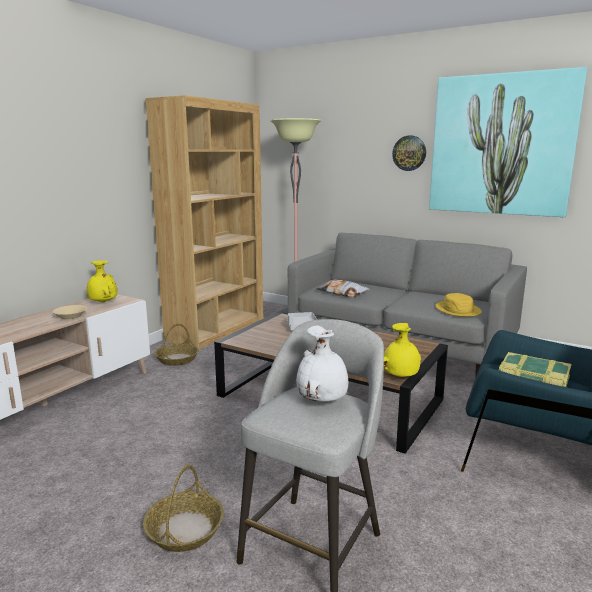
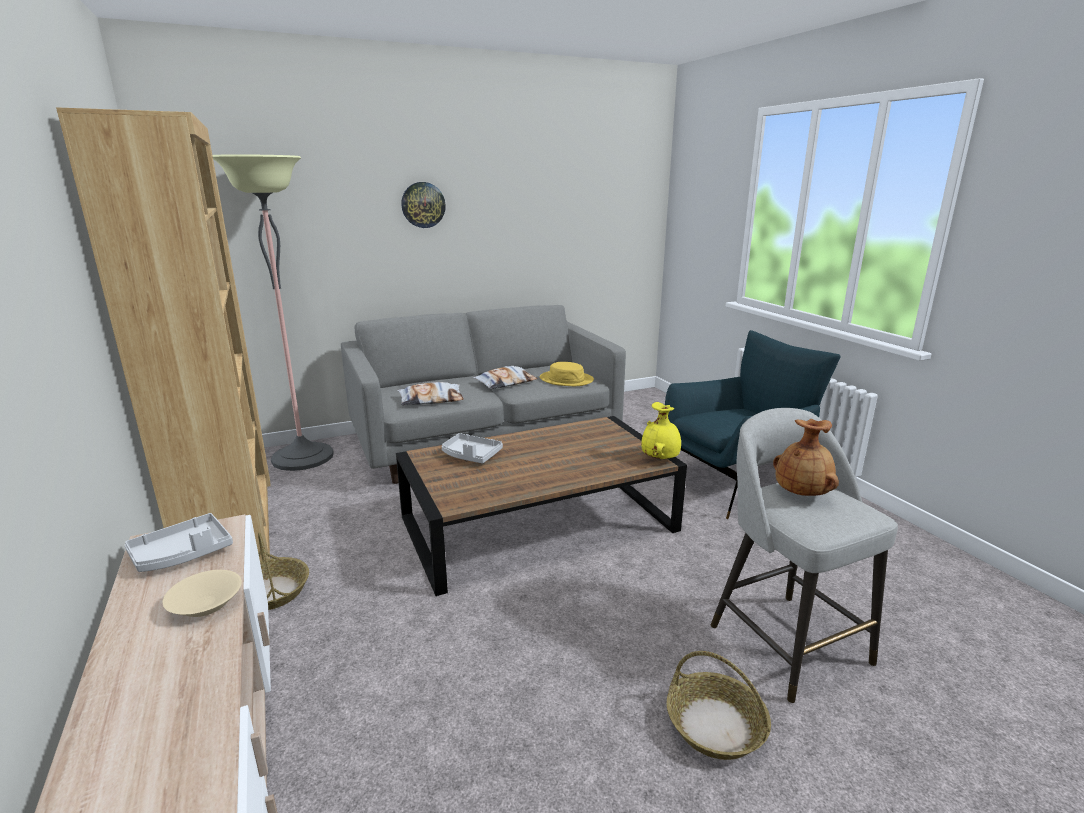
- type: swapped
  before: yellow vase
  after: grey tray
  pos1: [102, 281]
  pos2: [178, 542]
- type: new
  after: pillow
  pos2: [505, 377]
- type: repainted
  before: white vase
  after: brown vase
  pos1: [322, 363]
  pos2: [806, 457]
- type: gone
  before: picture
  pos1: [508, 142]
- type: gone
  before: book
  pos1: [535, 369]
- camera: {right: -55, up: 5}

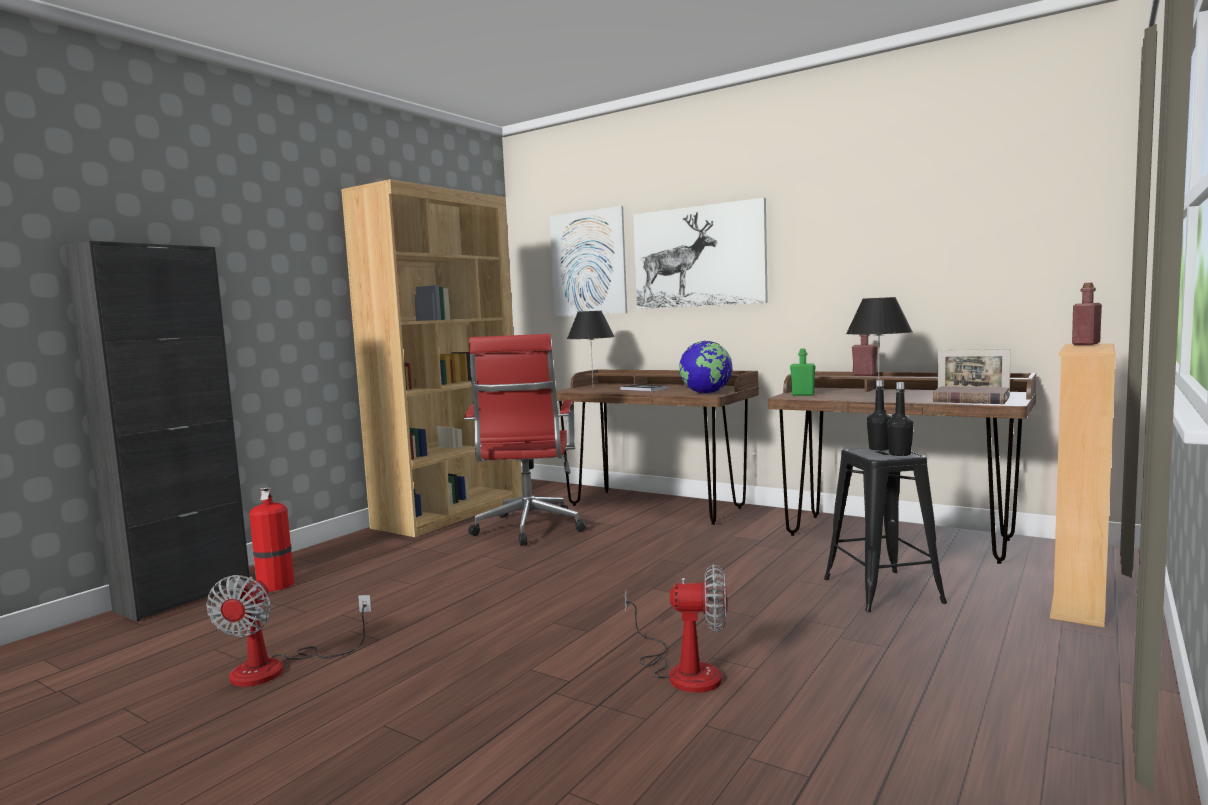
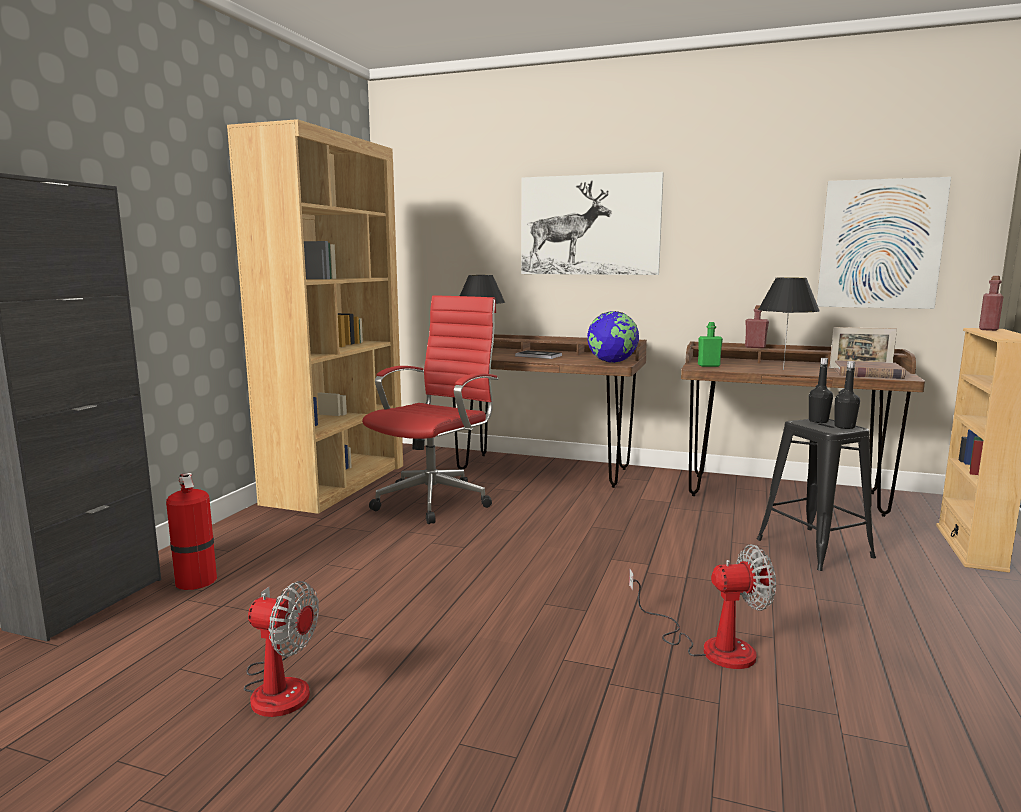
- type: rotated
  before: fan
  pos1: [289, 631]
  pos2: [281, 649]
  turn: -60
- type: rotated
  before: red office chair
  pos1: [525, 440]
  pos2: [430, 409]
  turn: -135
- type: shifted
  before: picture
  pos1: [588, 261]
  pos2: [884, 243]
- camera: {right: -15, up: 5}

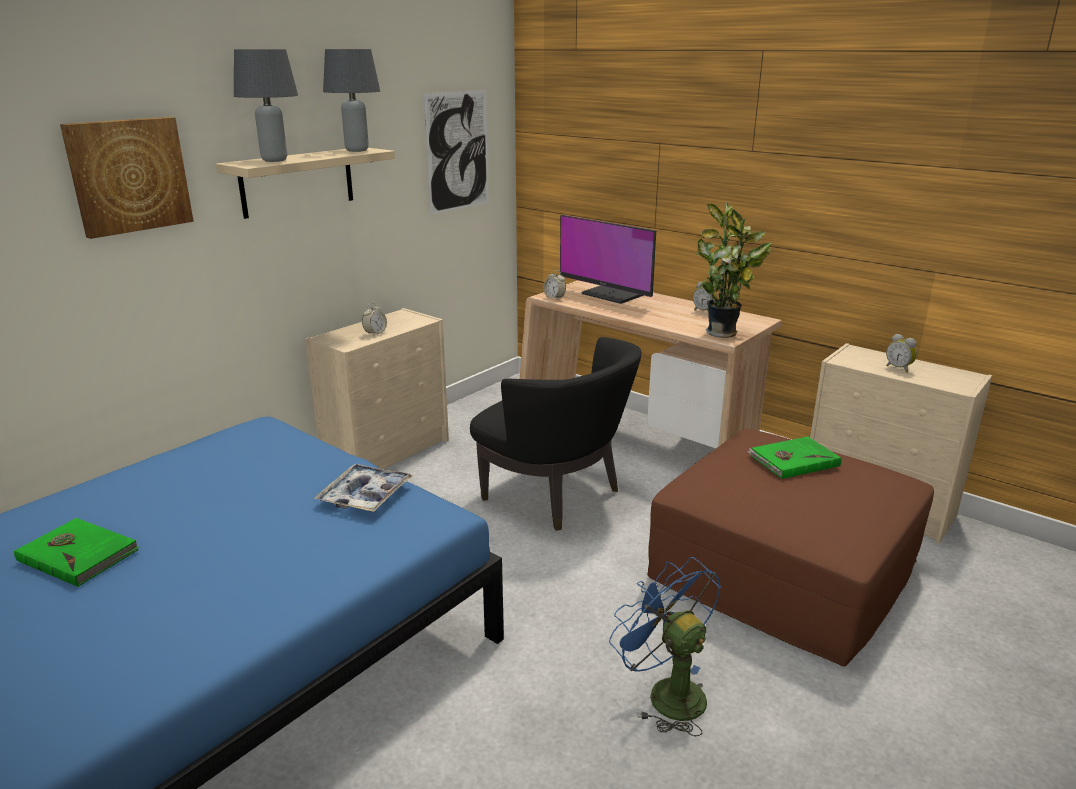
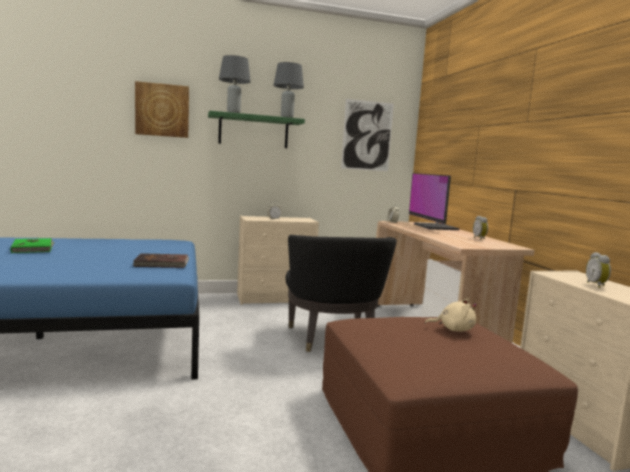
- type: swapped
  before: tray
  after: brown book
  pos1: [363, 488]
  pos2: [161, 260]
- type: repainted
  before: beige shelf
  after: green shelf
  pos1: [305, 183]
  pos2: [256, 129]
- type: swapped
  before: green book
  after: beige plush toy
  pos1: [794, 457]
  pos2: [451, 315]
- type: gone
  before: blue fan
  pos1: [665, 647]
- type: gone
  before: potted plant
  pos1: [734, 269]
- camera: {right: 35, up: -15}

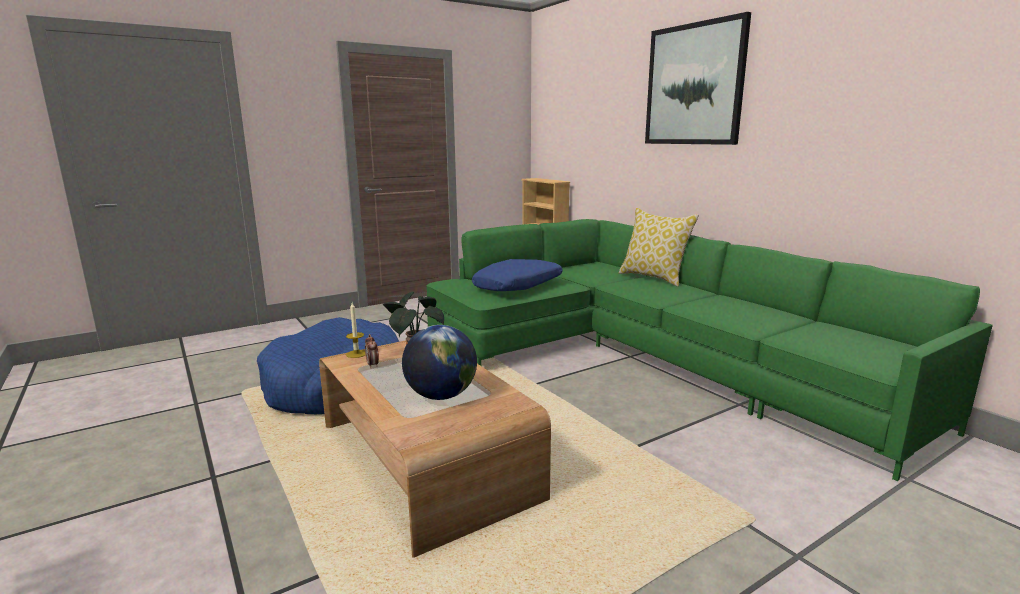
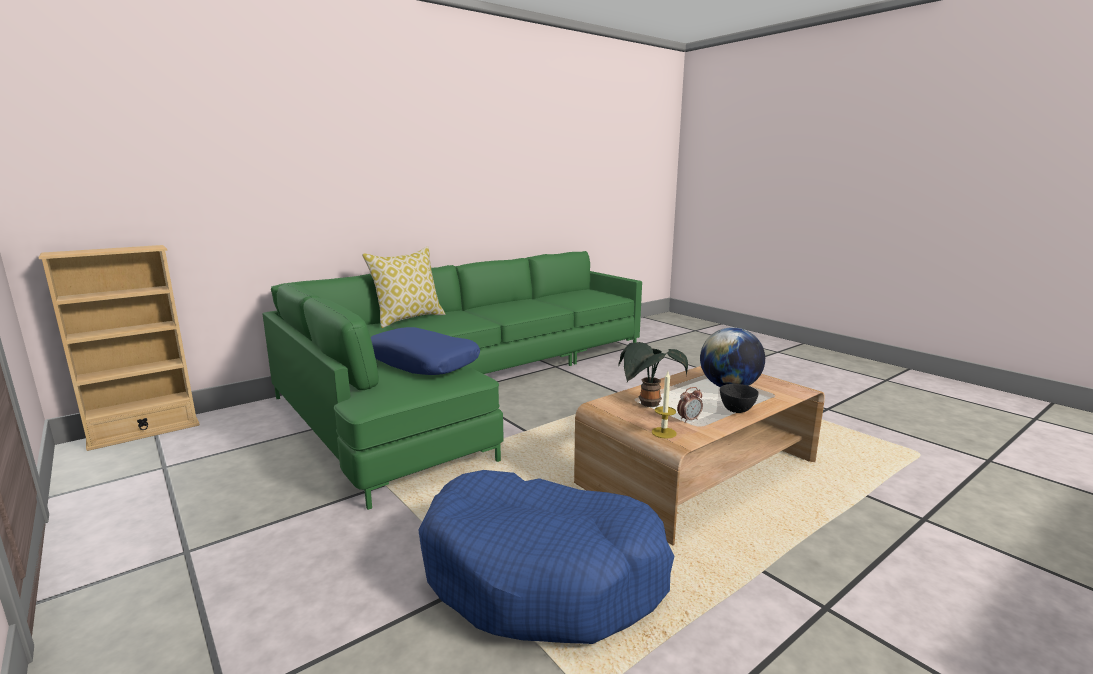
- type: new
  after: black bowl
  pos2: [739, 398]
- type: gone
  before: picture
  pos1: [698, 78]
- camera: {right: -95, up: 0}

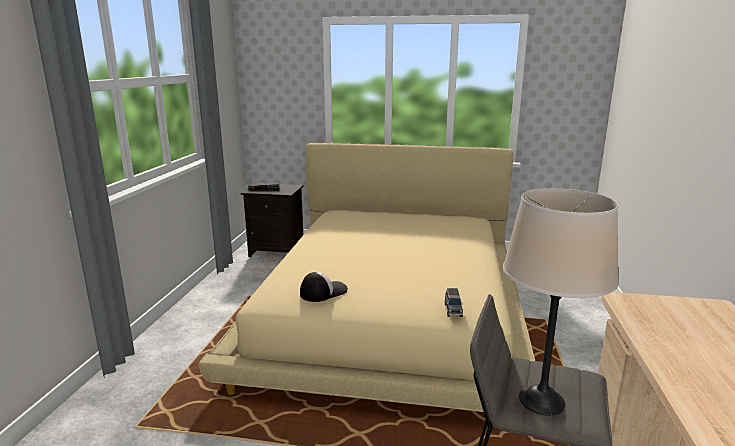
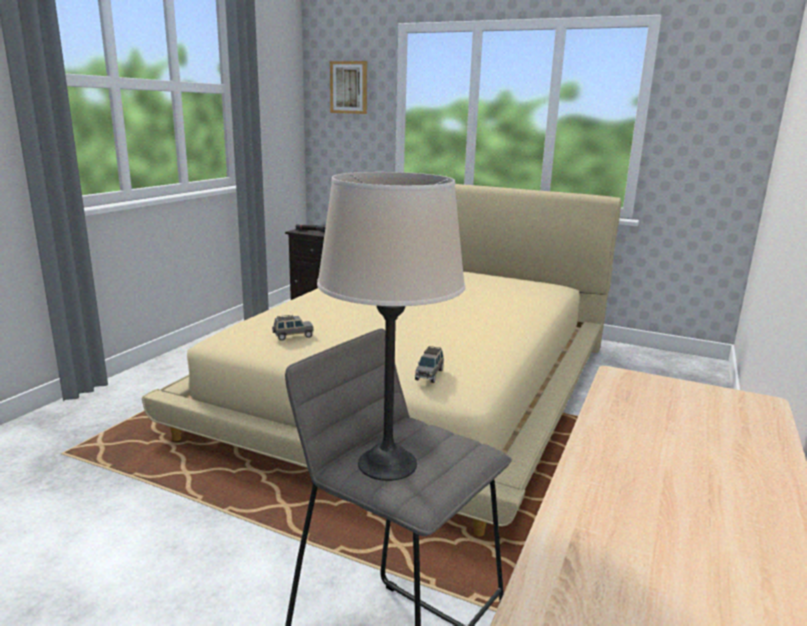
- type: swapped
  before: cap
  after: grey toy car
  pos1: [324, 287]
  pos2: [293, 328]
- type: new
  after: picture
  pos2: [348, 87]
- camera: {right: 15, up: 0}

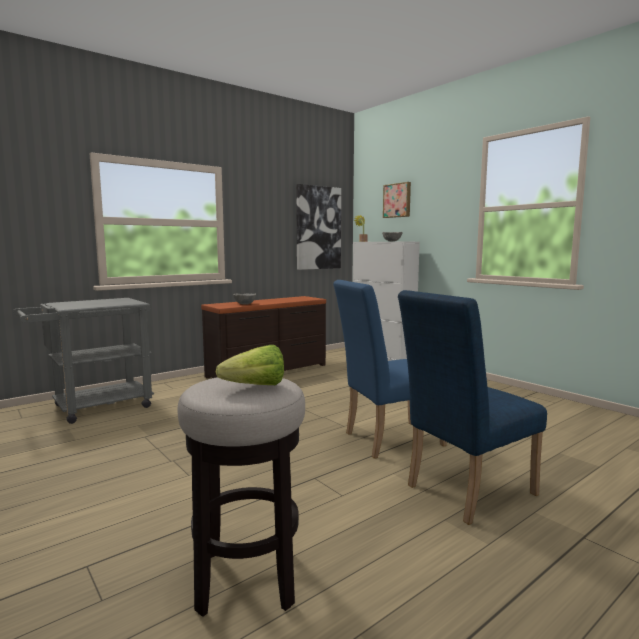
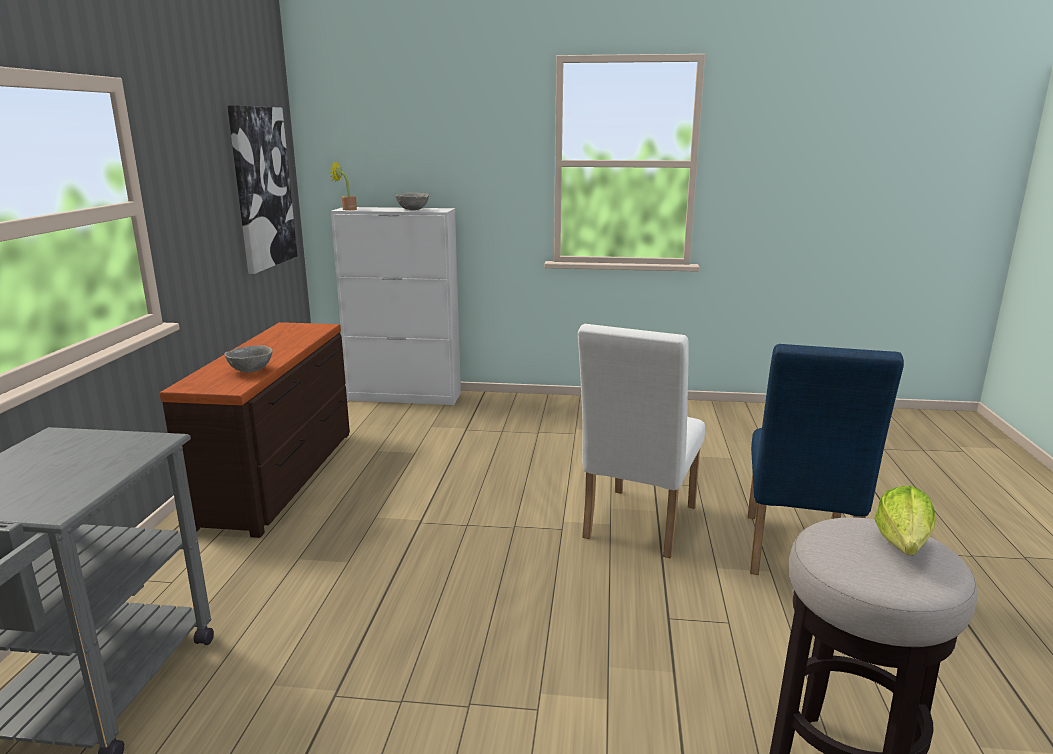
- type: repainted
  before: blue chair
  after: white chair
  pos1: [389, 369]
  pos2: [641, 441]
- type: gone
  before: picture
  pos1: [397, 200]
- camera: {right: -45, up: 10}

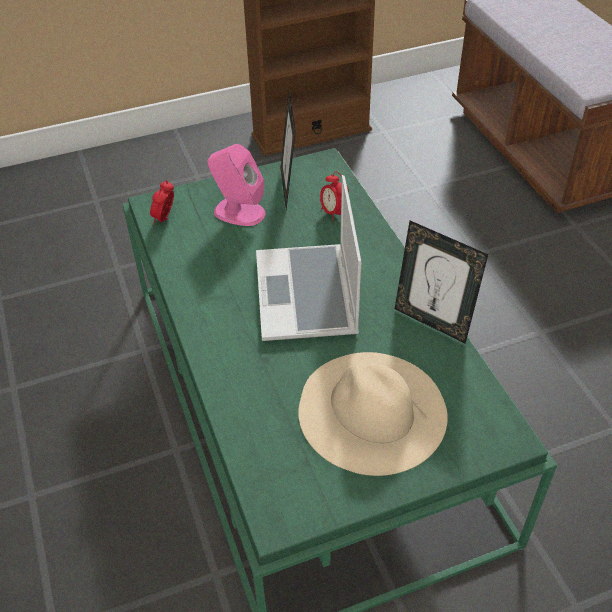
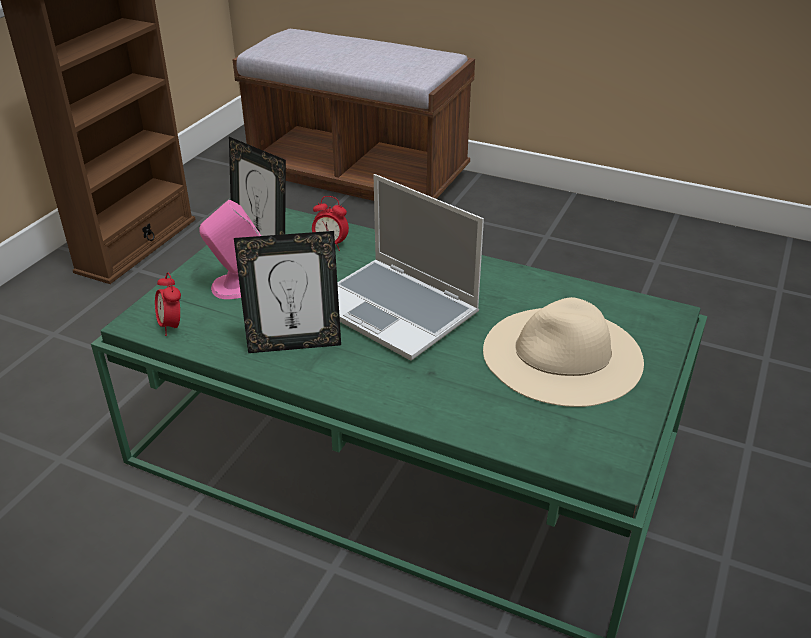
- type: shifted
  before: picture frame
  pos1: [441, 282]
  pos2: [287, 292]
- camera: {right: -45, up: -10}

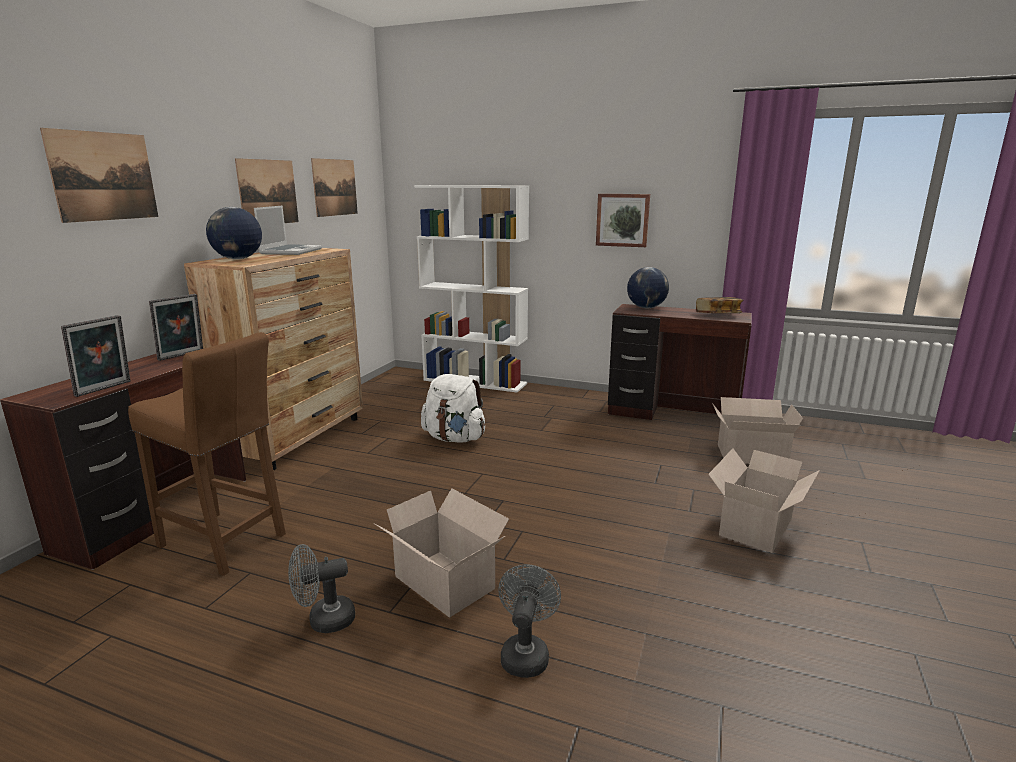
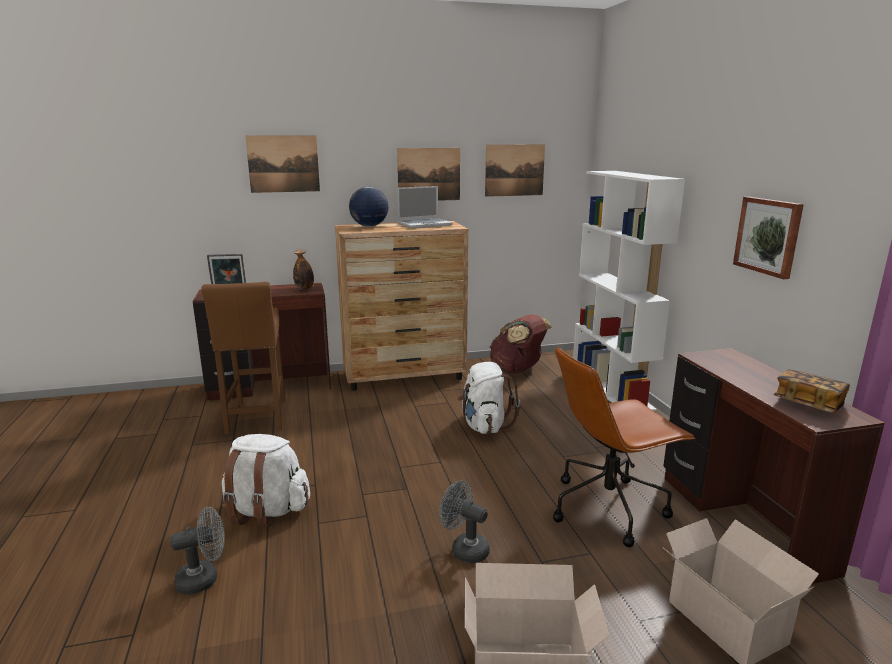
- type: swapped
  before: cardboard box
  after: white backpack
  pos1: [441, 553]
  pos2: [266, 480]
- type: swapped
  before: picture frame
  after: bottle
  pos1: [176, 327]
  pos2: [303, 270]
- type: shifted
  before: grey fan
  pos1: [321, 588]
  pos2: [464, 522]
- type: new
  after: brown backpack
  pos2: [521, 343]
- type: new
  after: brown office chair
  pos2: [624, 446]
- type: gone
  before: globe
  pos1: [648, 287]
- camera: {right: 55, up: 0}

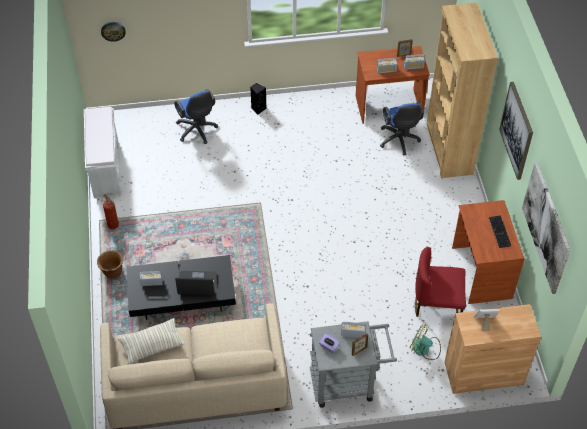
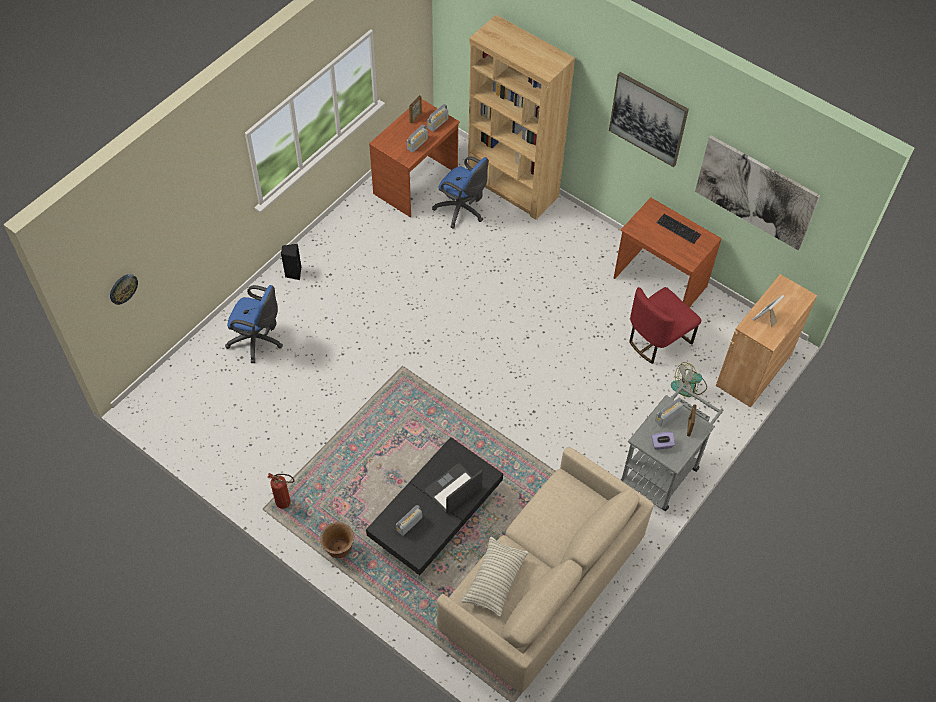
- type: gone
  before: white bench
  pos1: [102, 152]
- camera: {right: -45, up: 5}

